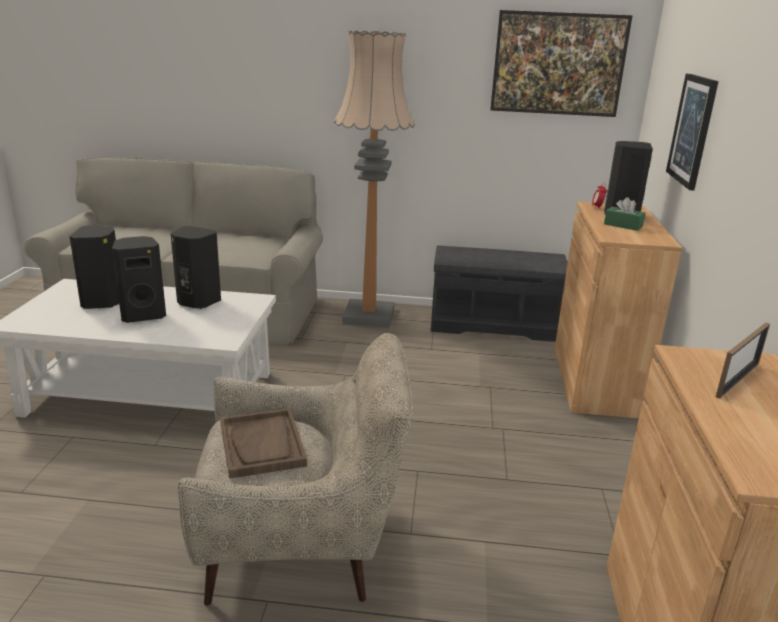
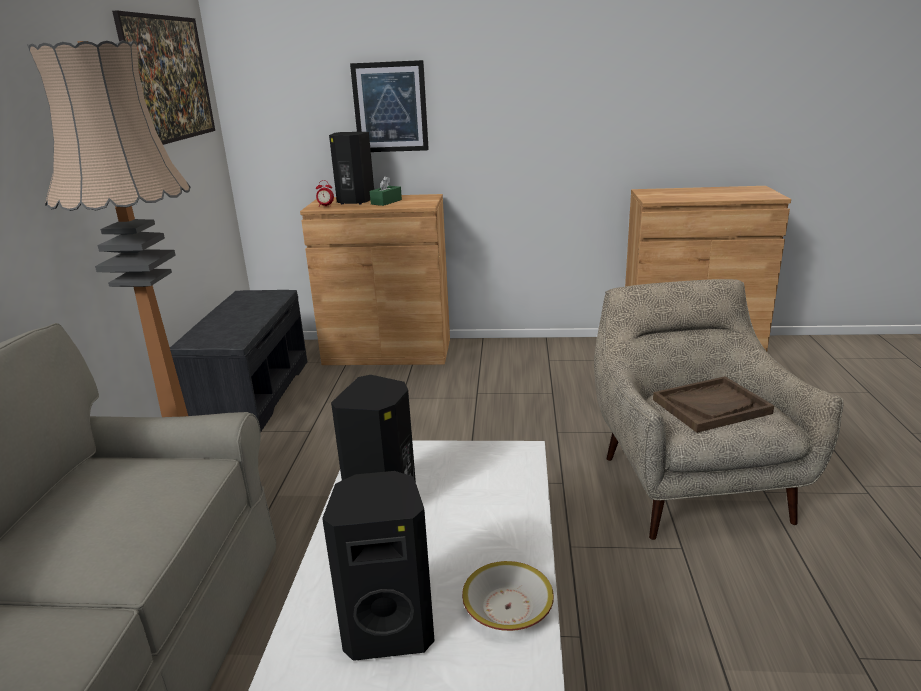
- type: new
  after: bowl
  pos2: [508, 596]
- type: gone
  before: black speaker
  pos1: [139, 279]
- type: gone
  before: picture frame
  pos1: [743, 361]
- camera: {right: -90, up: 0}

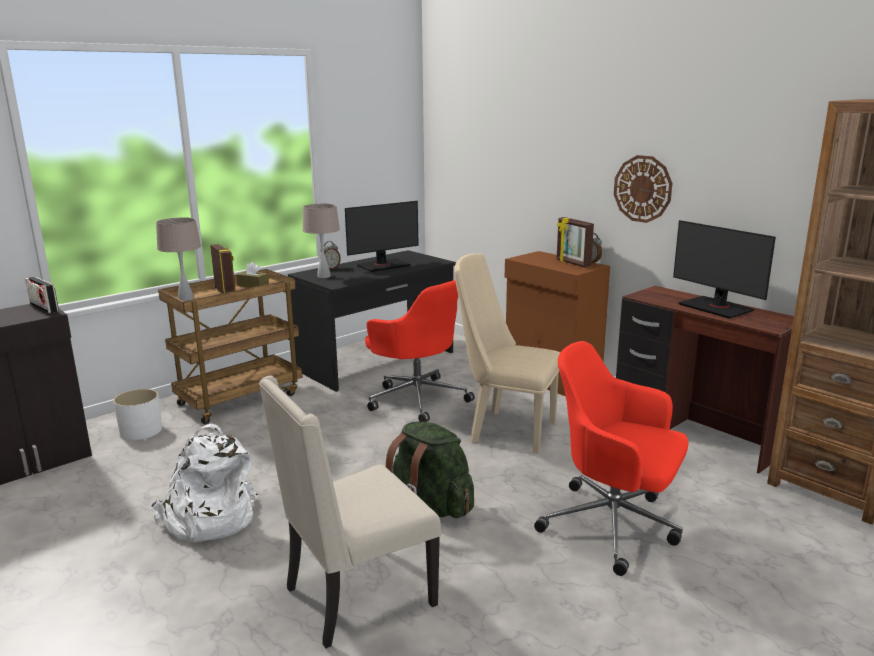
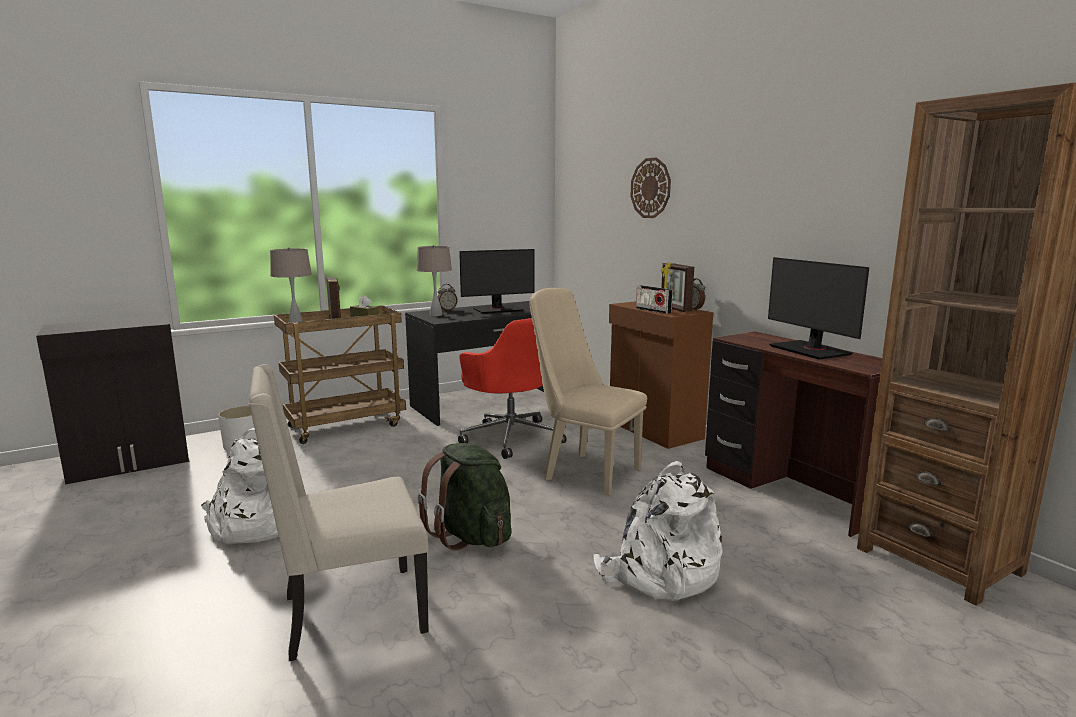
- type: swapped
  before: red office chair
  after: white backpack
  pos1: [611, 458]
  pos2: [658, 531]
- type: shifted
  before: wall clock
  pos1: [643, 189]
  pos2: [650, 188]
- type: shifted
  before: radio
  pos1: [42, 295]
  pos2: [654, 299]
- camera: {right: 10, up: -5}

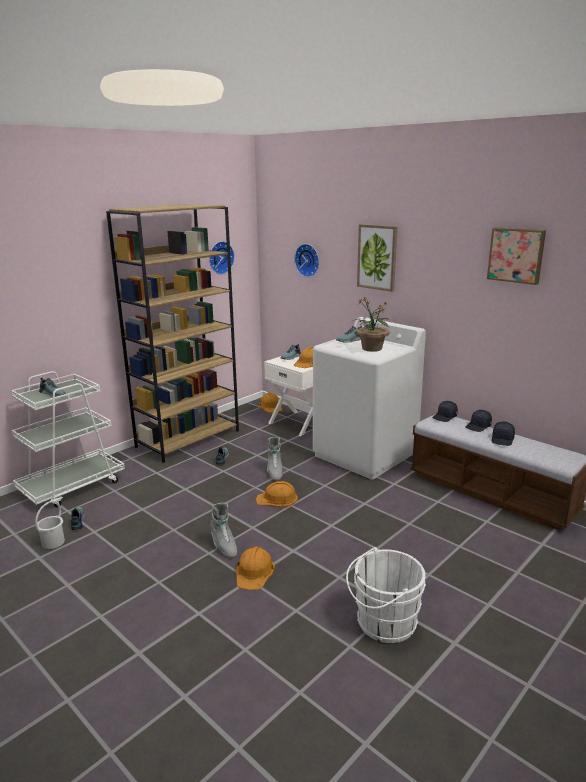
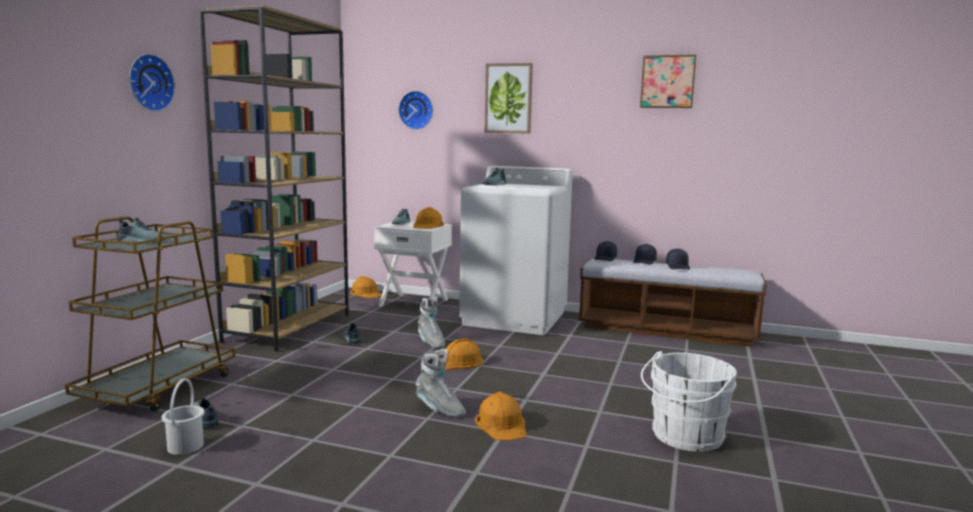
- type: repainted
  before: white cart
  after: brown cart
  pos1: [68, 439]
  pos2: [150, 314]
- type: shifted
  before: wall clock
  pos1: [221, 258]
  pos2: [152, 83]
- type: gone
  before: potted plant
  pos1: [370, 324]
- camera: {right: -25, up: -10}

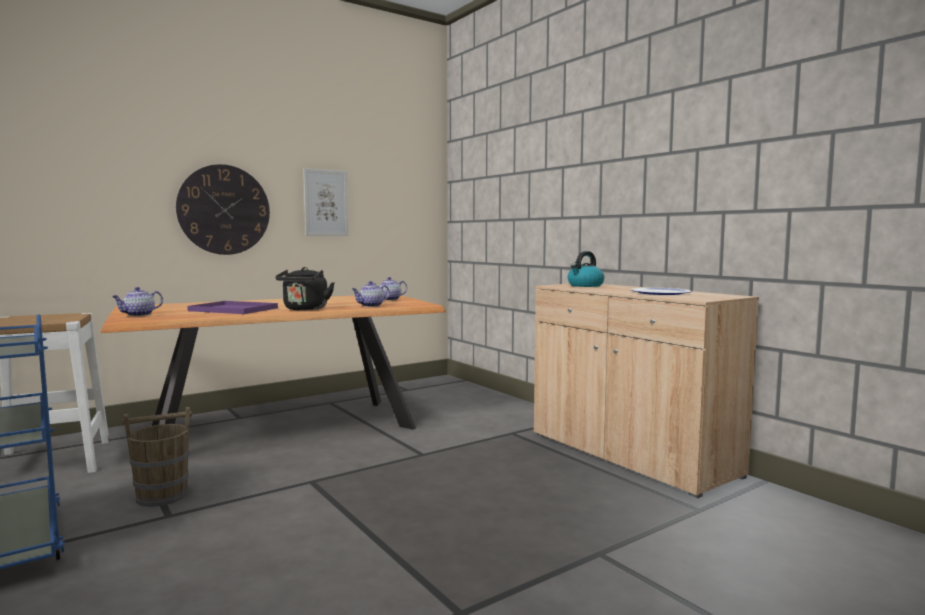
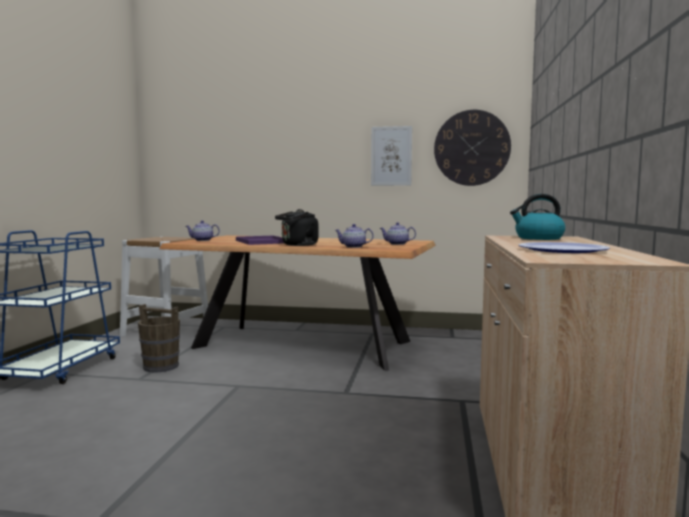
- type: shifted
  before: wall clock
  pos1: [223, 209]
  pos2: [472, 148]
- camera: {right: 45, up: 0}

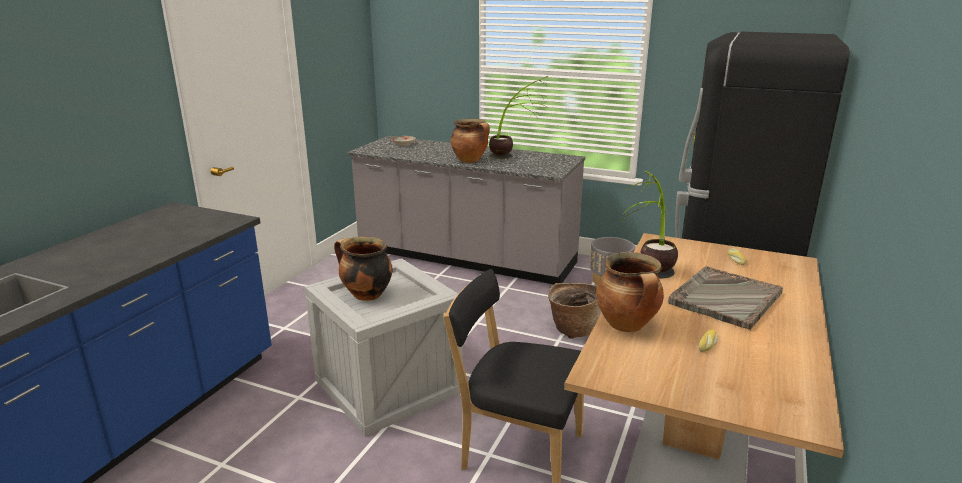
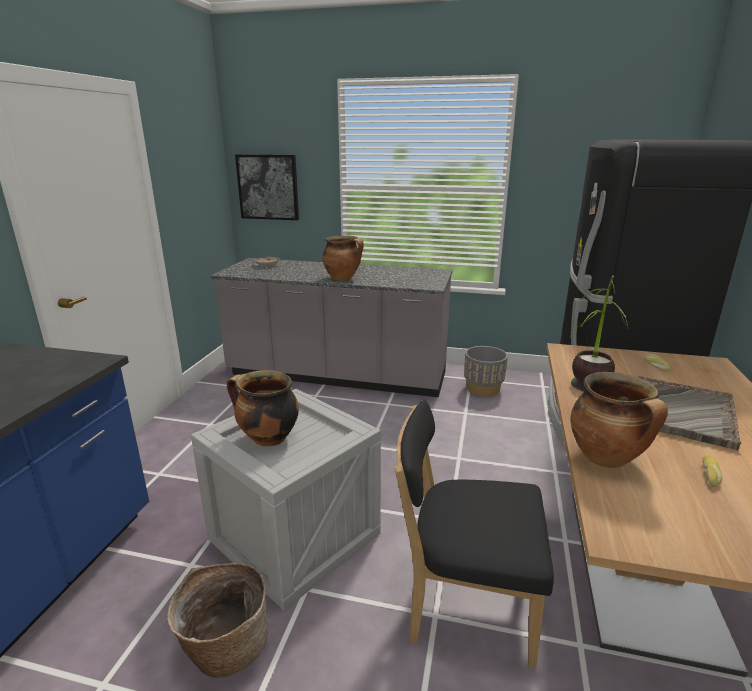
- type: shifted
  before: basket
  pos1: [574, 311]
  pos2: [217, 620]
- type: new
  after: picture
  pos2: [267, 187]
- type: gone
  before: potted plant
  pos1: [519, 117]
- camera: {right: -10, up: 0}

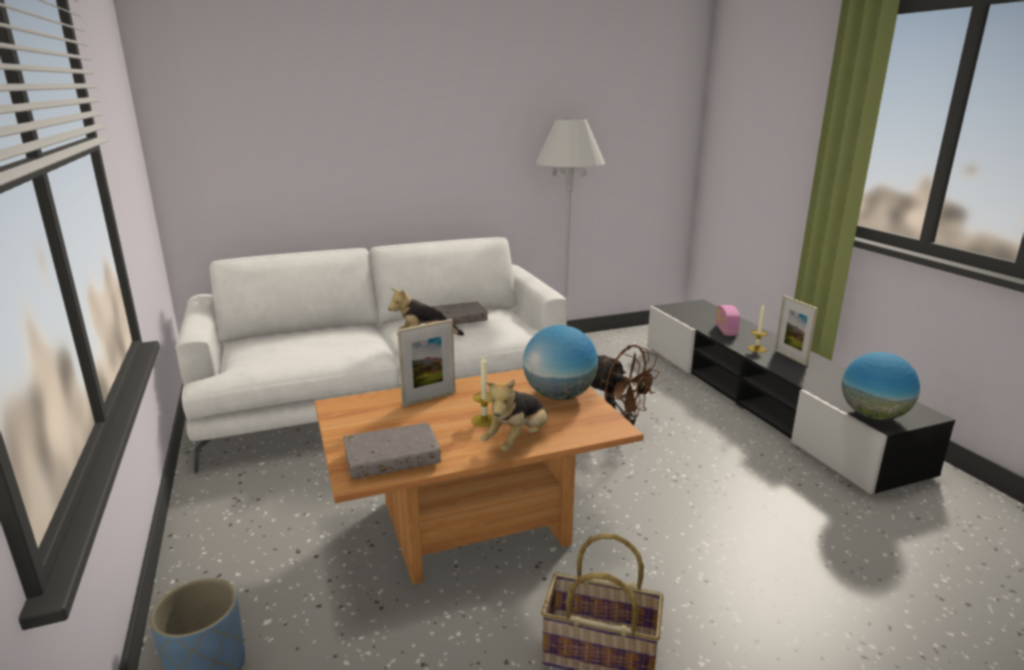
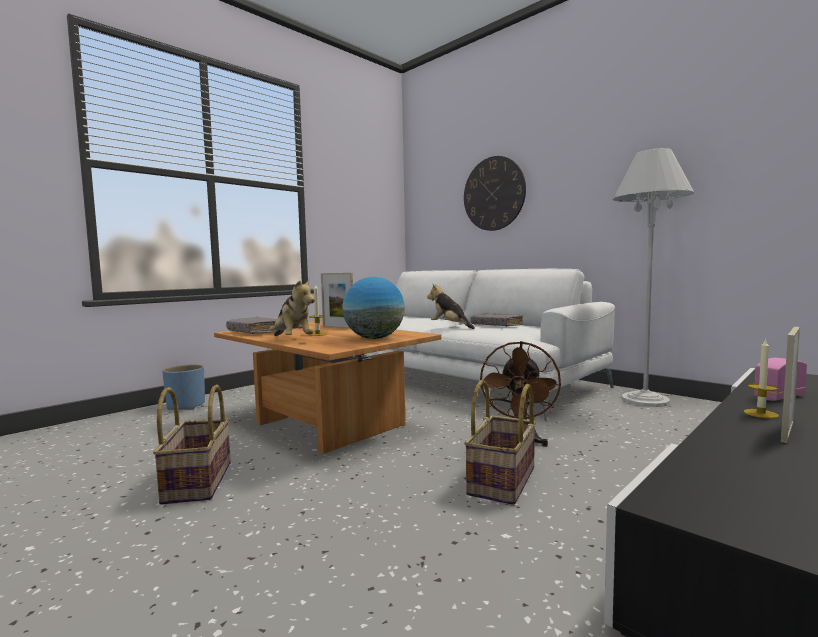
- type: rotated
  before: plush toy
  pos1: [514, 415]
  pos2: [292, 307]
  turn: -135
- type: new
  after: wall clock
  pos2: [495, 193]
- type: new
  after: basket
  pos2: [500, 442]
- type: gone
  before: globe
  pos1: [881, 386]
- camera: {right: 65, up: -15}

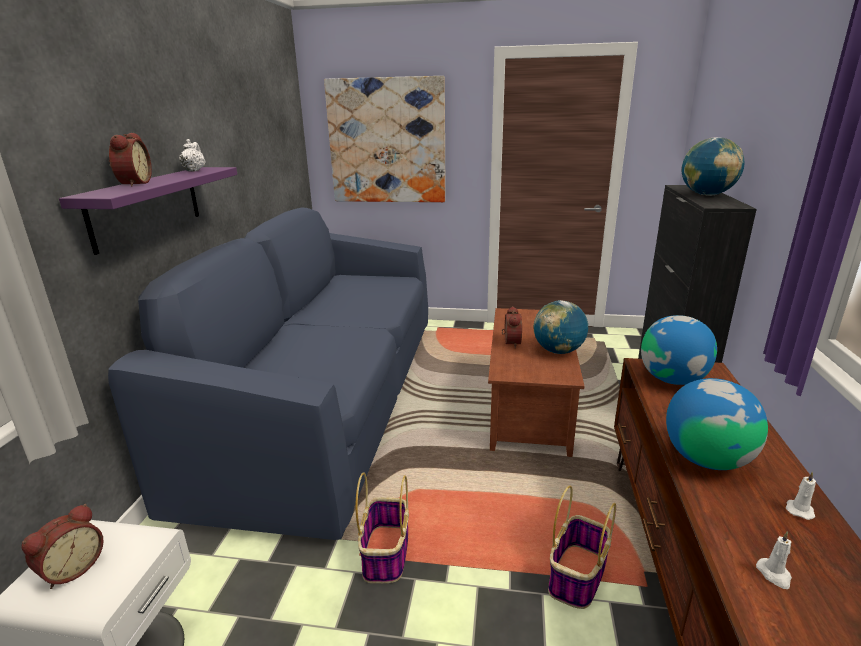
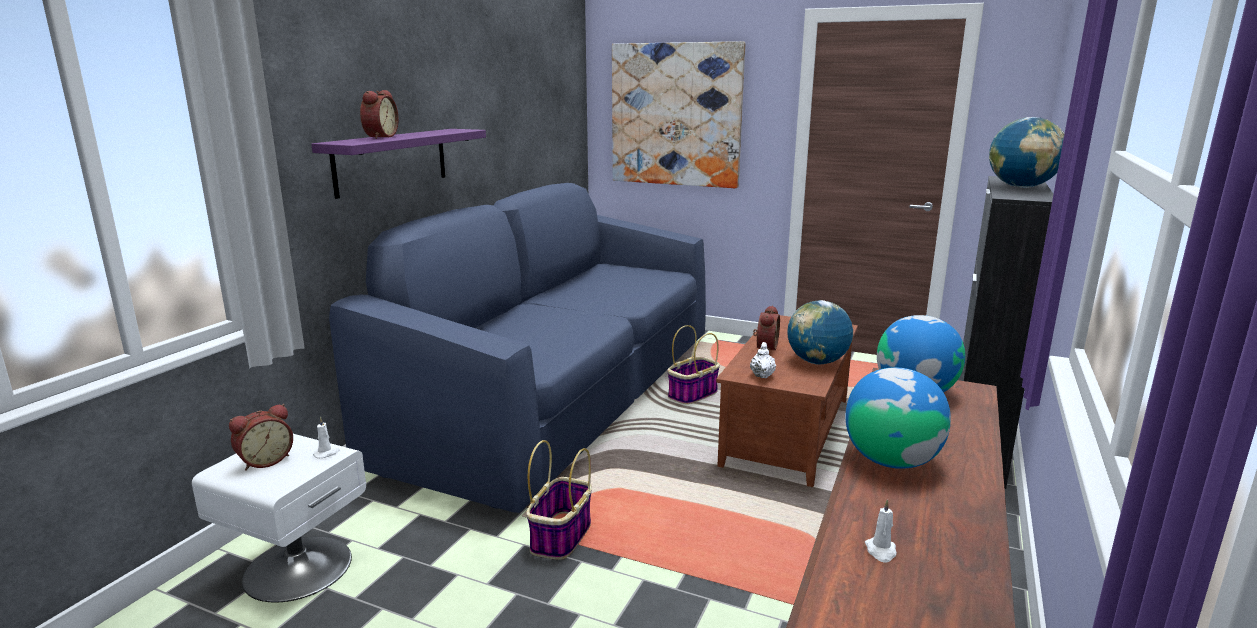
- type: shifted
  before: white candle
  pos1: [801, 496]
  pos2: [326, 438]
- type: shifted
  before: basket
  pos1: [582, 547]
  pos2: [693, 364]
- type: shifted
  before: white teapot
  pos1: [192, 155]
  pos2: [763, 360]
- camera: {right: 15, up: -5}

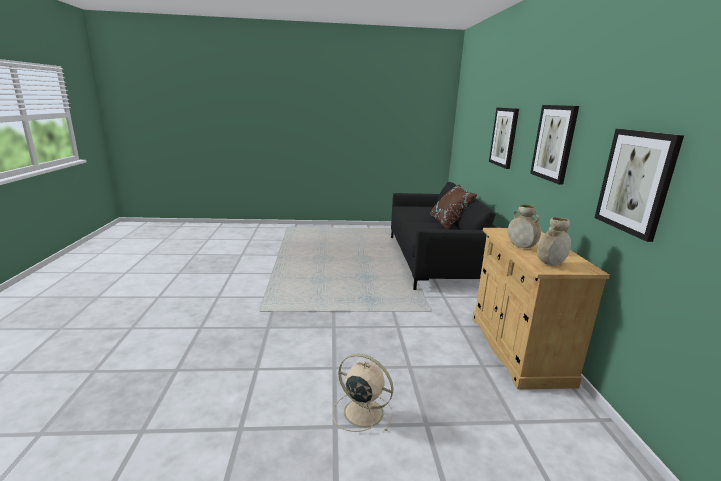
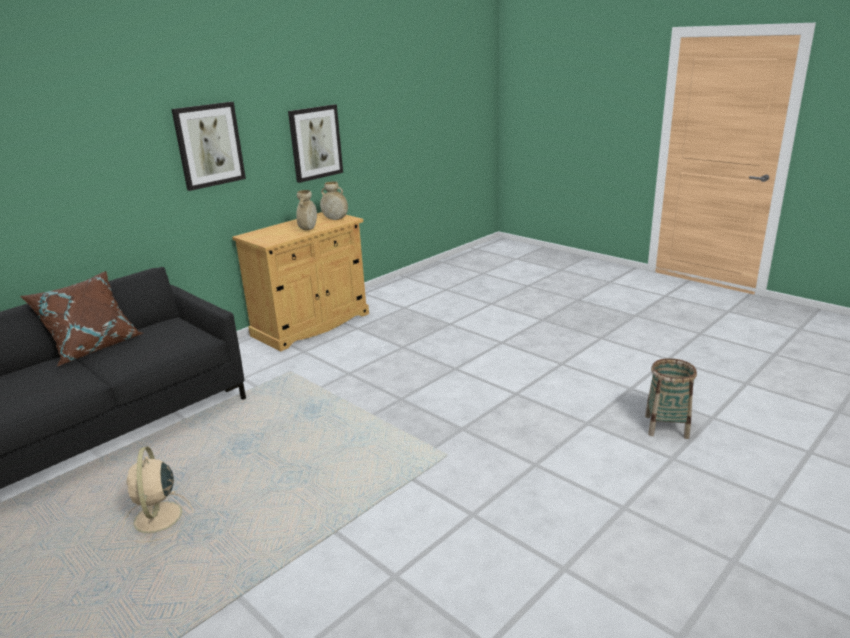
- type: shifted
  before: beige fan
  pos1: [363, 393]
  pos2: [158, 494]
- type: new
  after: basket
  pos2: [671, 398]
- type: gone
  before: picture
  pos1: [504, 138]
- camera: {right: -130, up: 5}

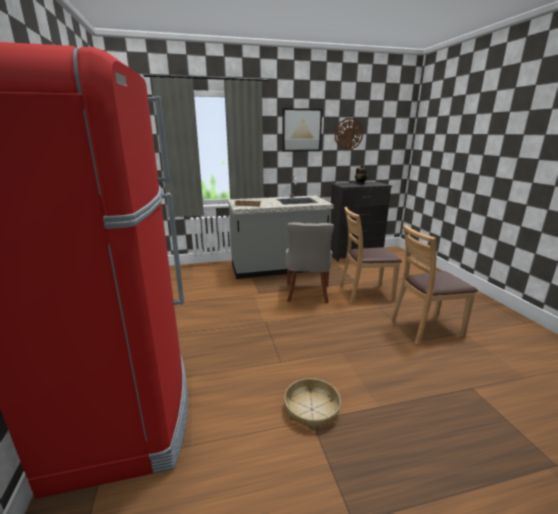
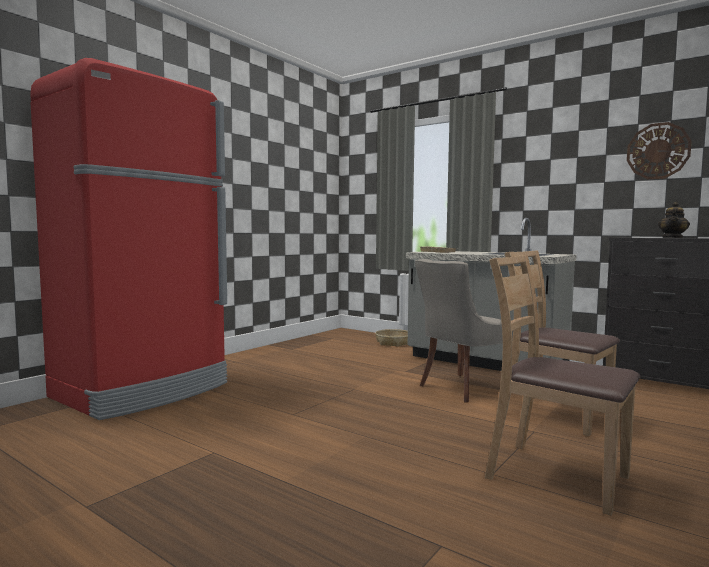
- type: shifted
  before: basket
  pos1: [312, 404]
  pos2: [391, 338]
- type: gone
  before: picture
  pos1: [302, 130]
- camera: {right: 50, up: -15}

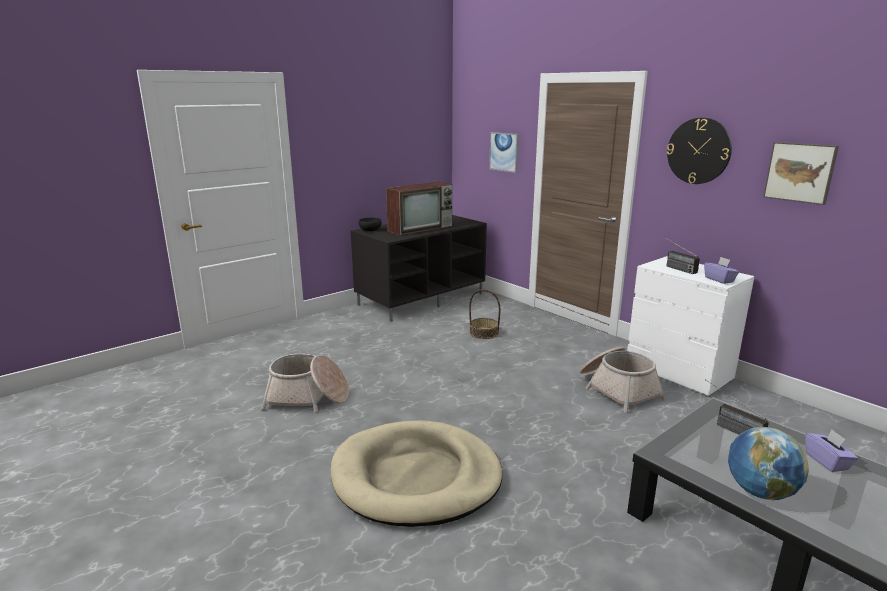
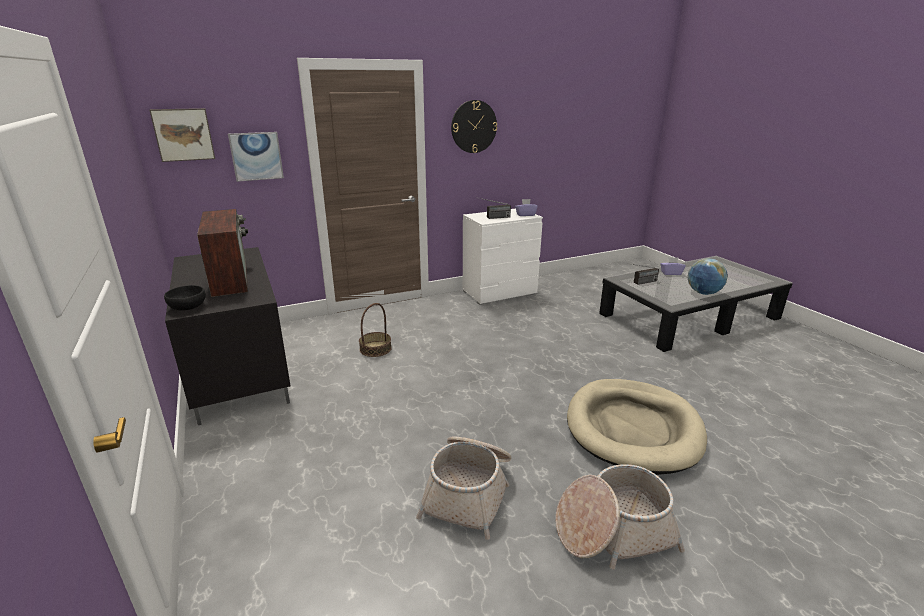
- type: shifted
  before: picture
  pos1: [801, 173]
  pos2: [182, 135]
- type: shifted
  before: basket
  pos1: [622, 380]
  pos2: [620, 516]
- camera: {right: -75, up: 5}

